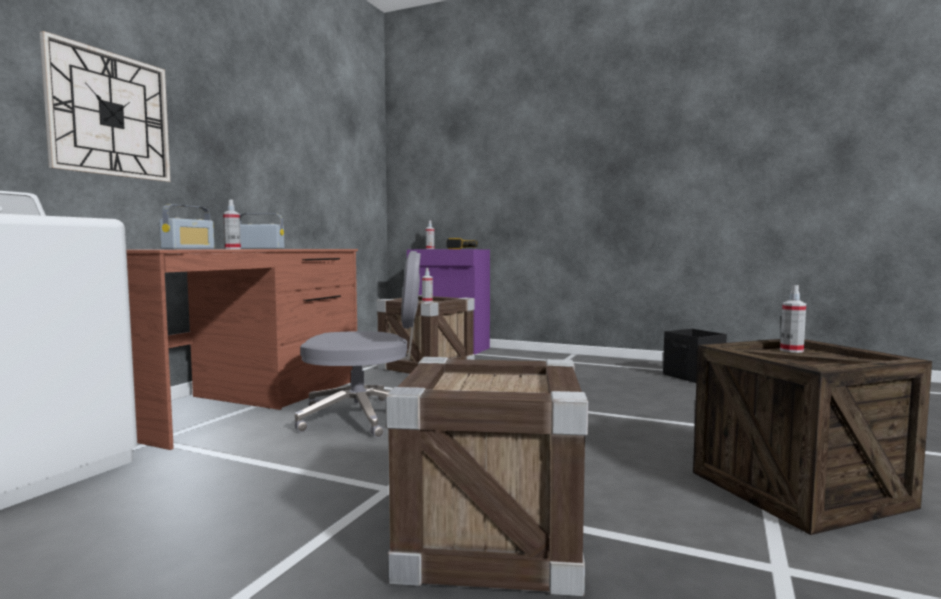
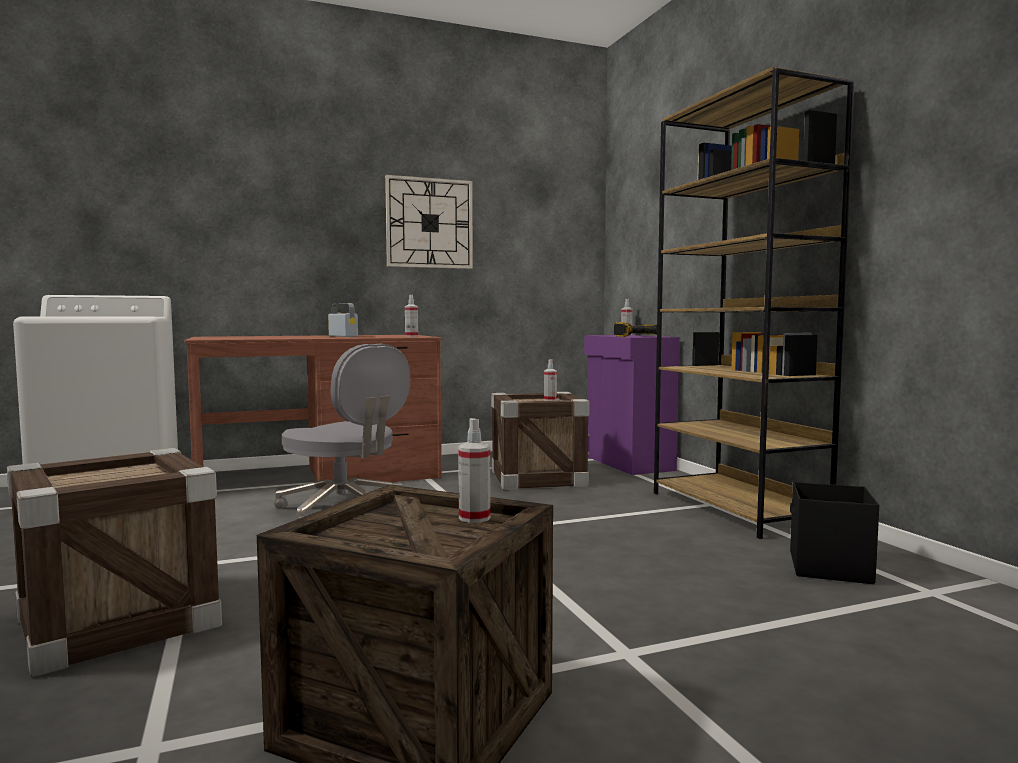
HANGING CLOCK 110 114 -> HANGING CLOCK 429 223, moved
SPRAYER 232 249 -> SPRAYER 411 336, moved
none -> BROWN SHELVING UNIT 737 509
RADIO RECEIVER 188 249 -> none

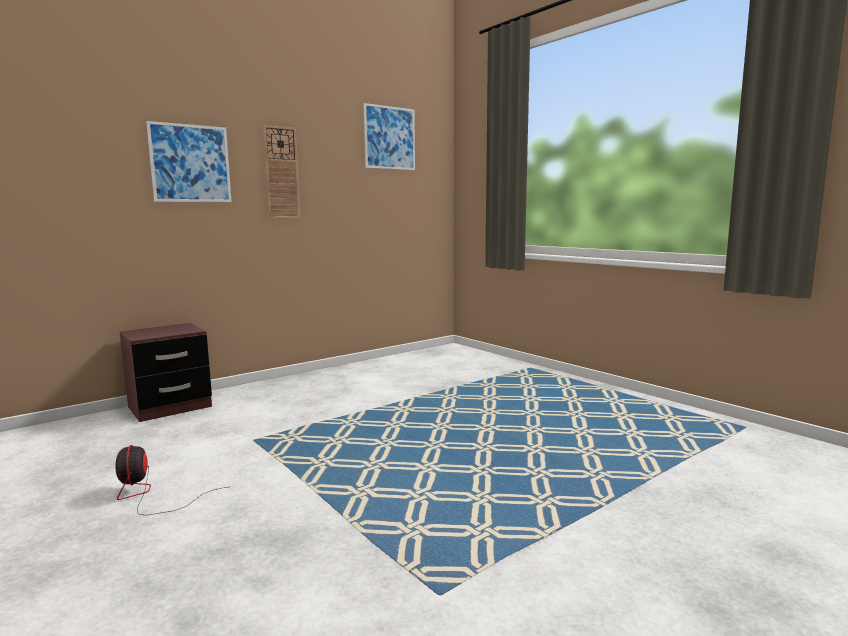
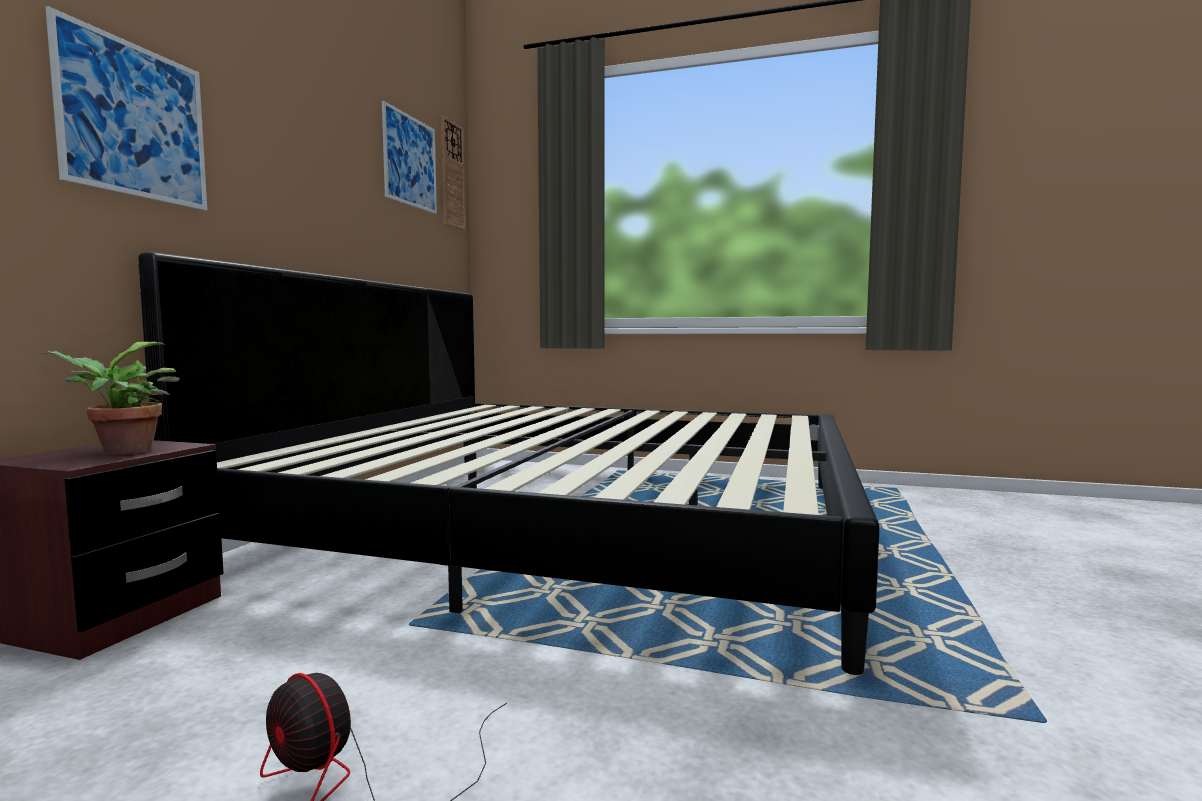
none -> POTTED PLANT 121 452
none -> BEDROOM BED 573 521
HANGING CLOCK 281 173 -> HANGING CLOCK 452 175, moved

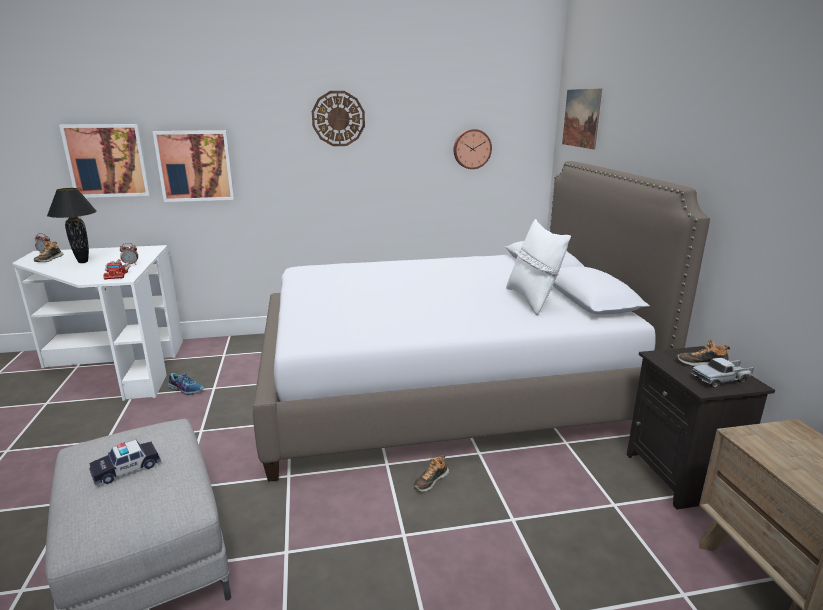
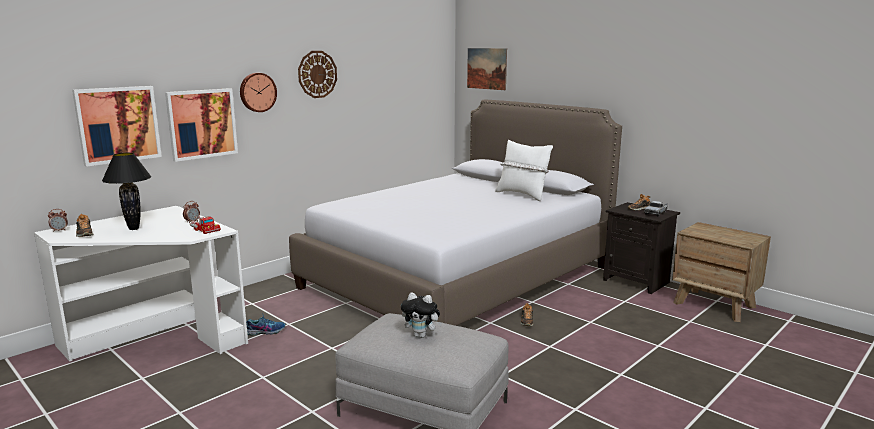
HANGING CLOCK 472 149 -> HANGING CLOCK 257 92, moved
MINIATURE CAR 126 468 -> CUDDLY TOY 421 335

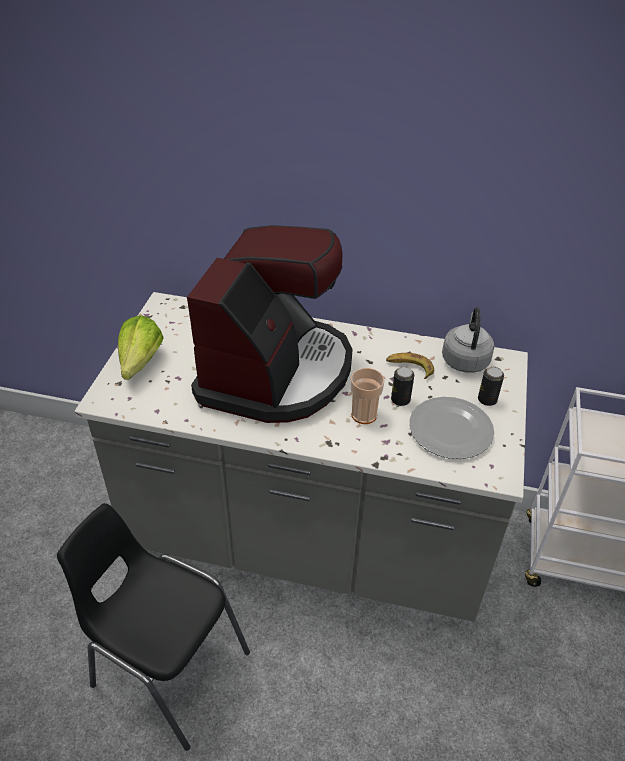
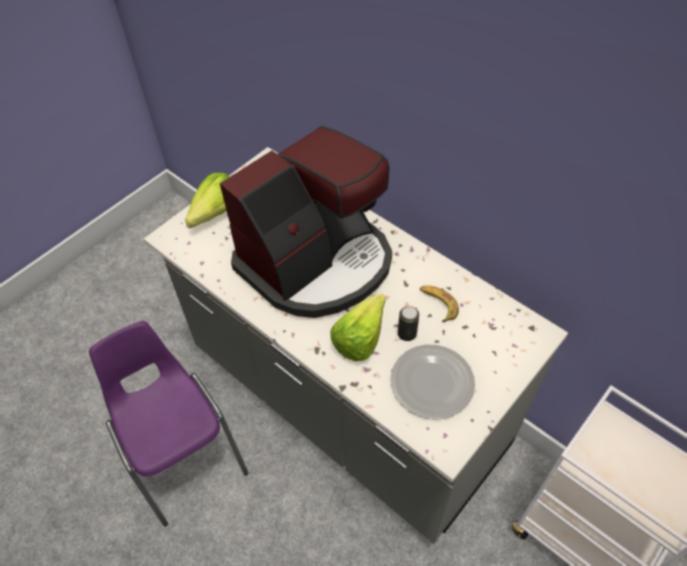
BLACK-COLOURED PLAIN CHAIR 167 667 -> PURPLE-COLOURED PLAIN CHAIR 184 456
SMALL CUP 364 415 -> HEAD OF LETTUCE 364 335
GREY WATER KETTLE 465 359 -> none
SEALED CAN 487 400 -> none

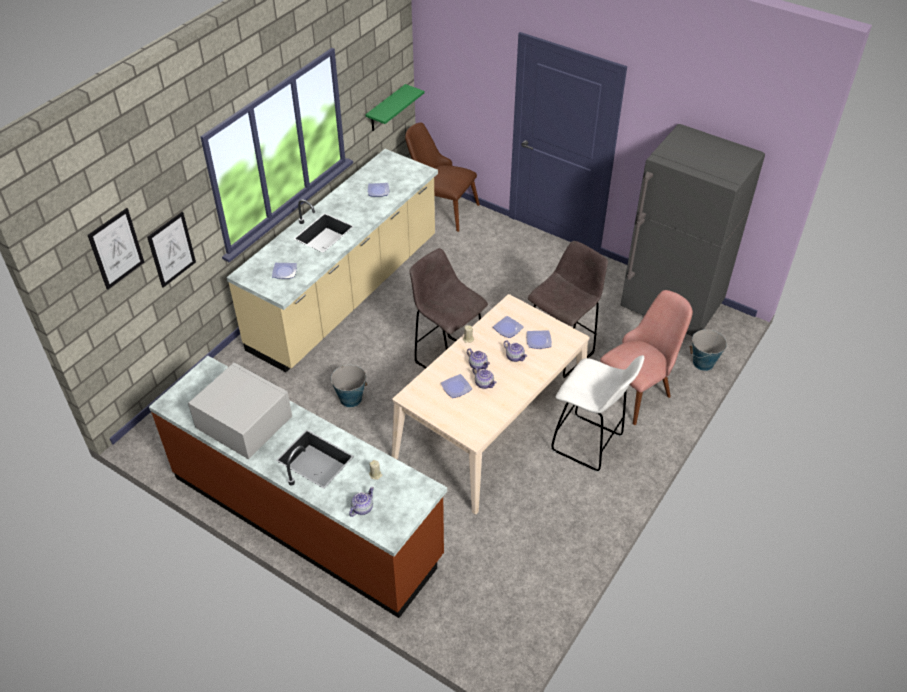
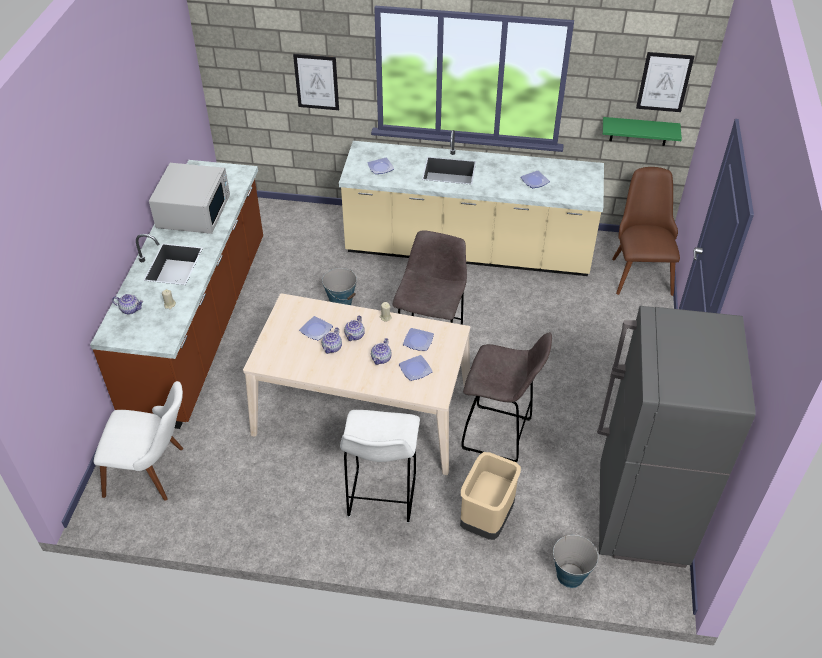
none -> WHITE-COLOURED PLAIN CHAIR 155 471
PINK-COLOURED PLAIN CHAIR 638 389 -> BEIGE TRASH CAN 487 520
PICTURE 116 248 -> PICTURE 664 82, moved

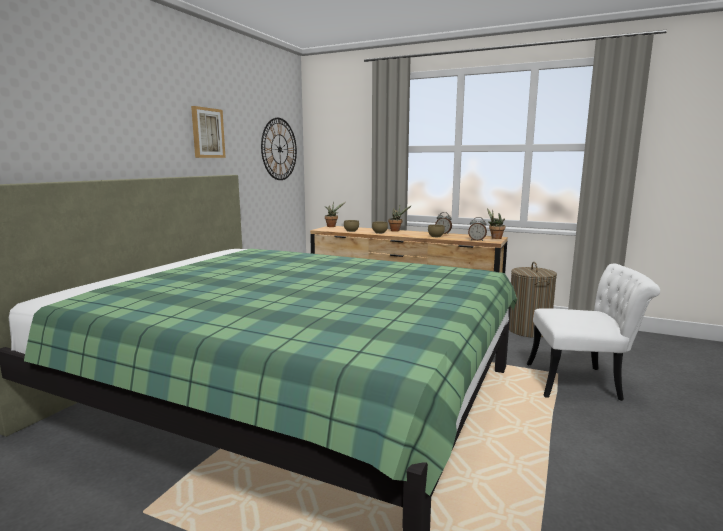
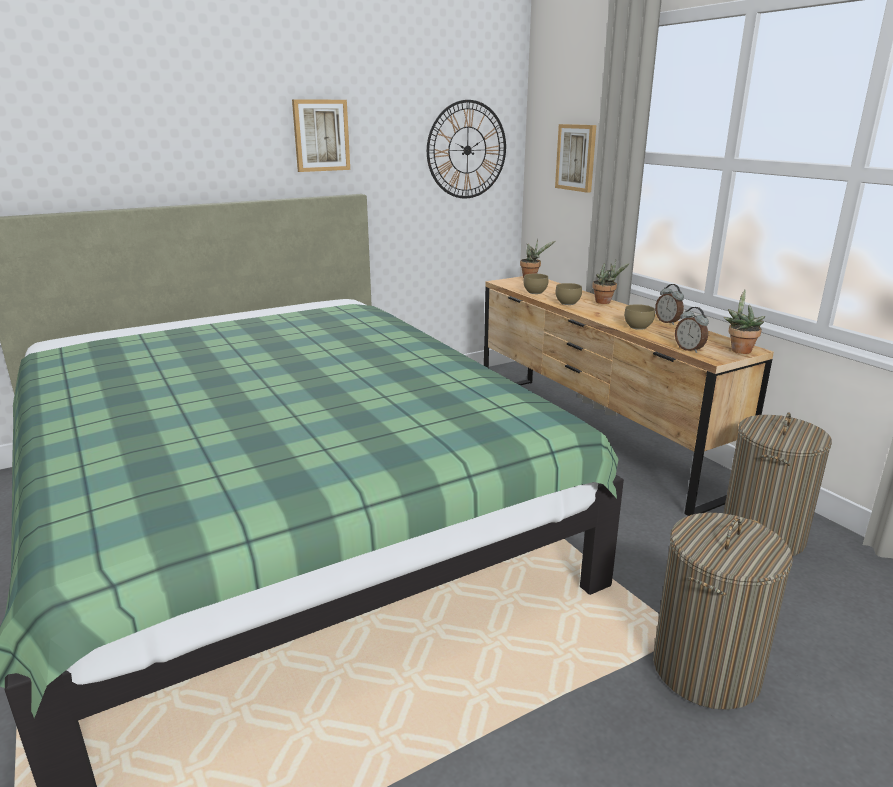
none -> PICTURE 576 157
WHITE-COLOURED PLAIN CHAIR 583 382 -> LAUNDRY BASKET 706 670

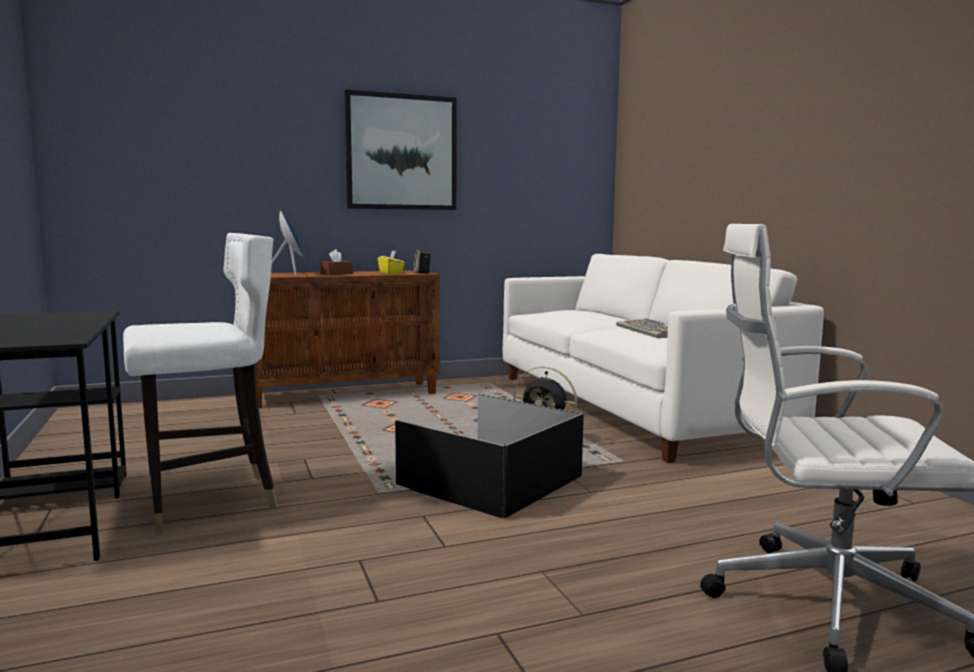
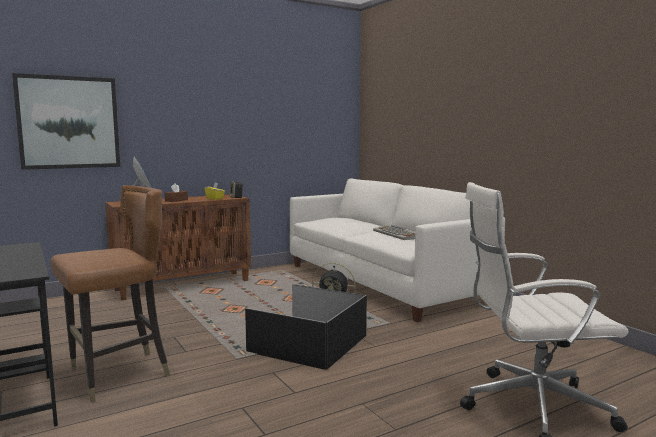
PICTURE 401 152 -> PICTURE 69 122, moved
WHITE-COLOURED PLAIN CHAIR 208 502 -> BROWN PLAIN CHAIR 118 375

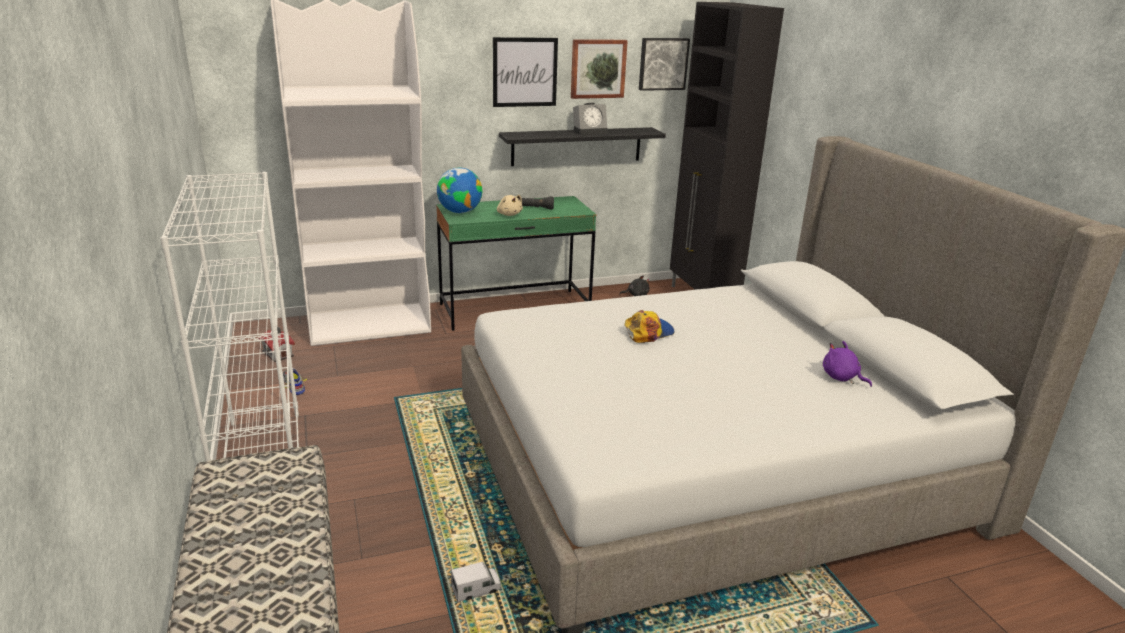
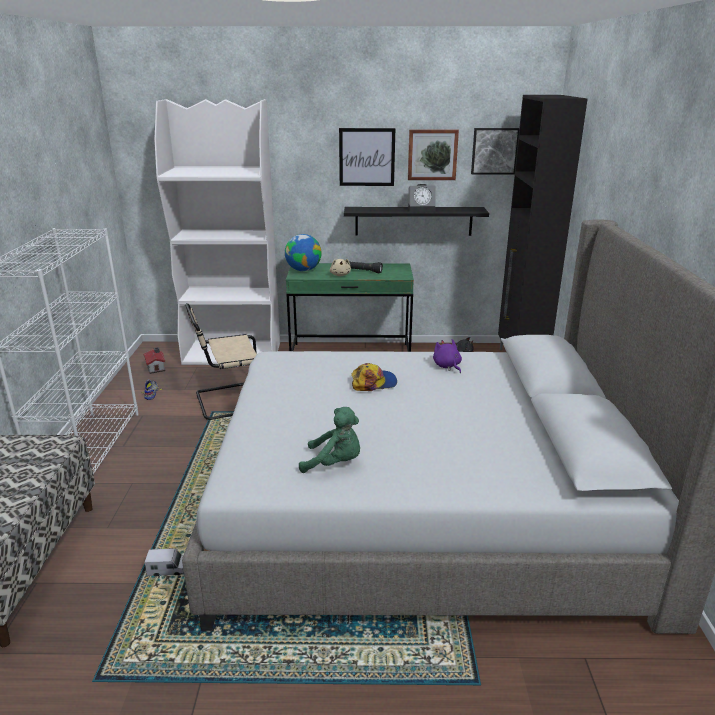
none -> BEIGE PLAIN CHAIR 229 401
none -> GREENISH CUDDLY TOY 335 463
PURPLE-COLOURED CUDDLY TOY 841 378 -> PURPLE-COLOURED CUDDLY TOY 447 366, moved

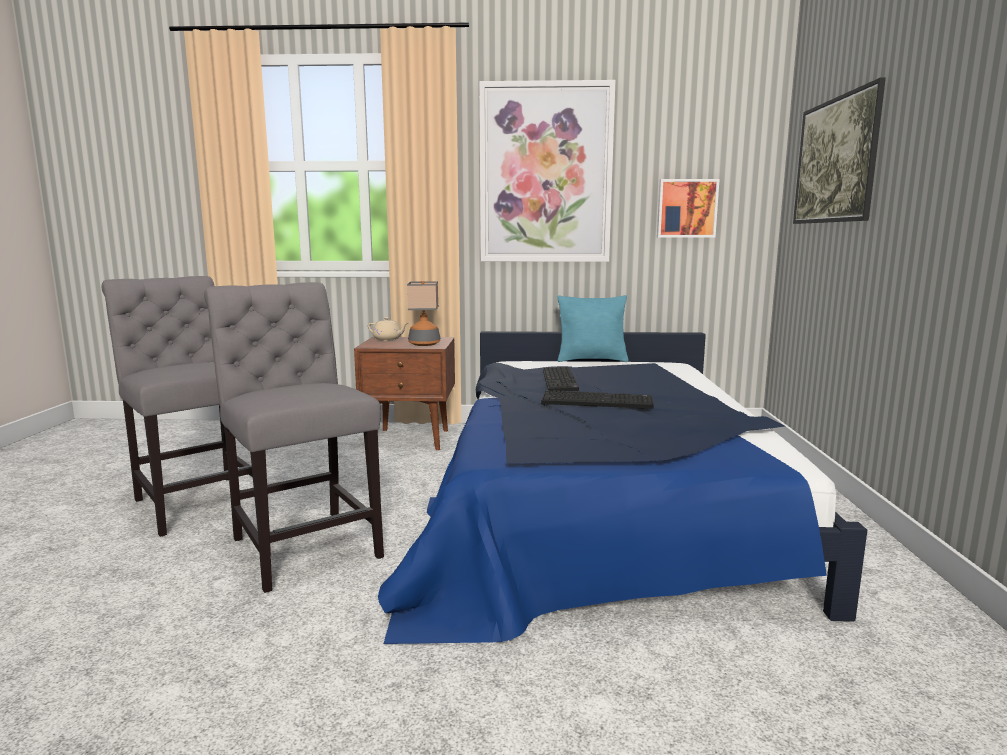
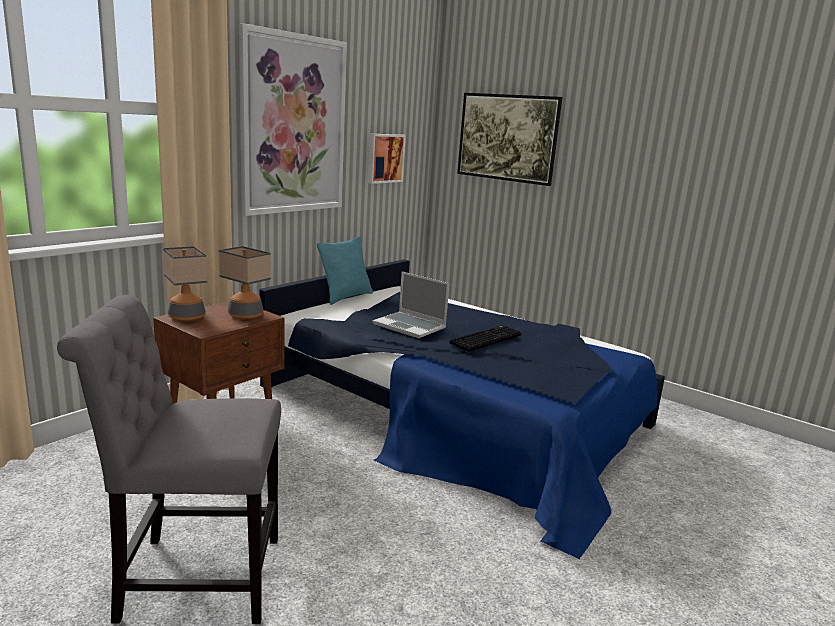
BEIGE POT FOR TEA 388 339 -> TABLETOP LAMP 187 317
PC KEYBOARD 561 381 -> LAPTOP 410 326
GREY PLAIN CHAIR 303 545 -> none

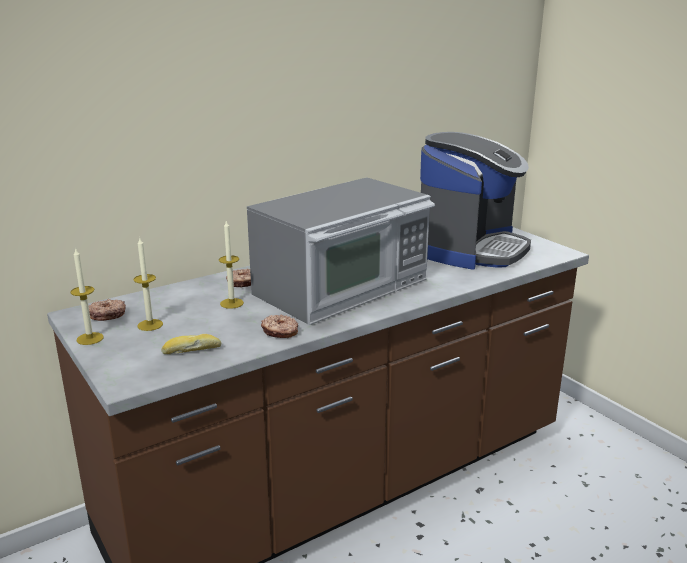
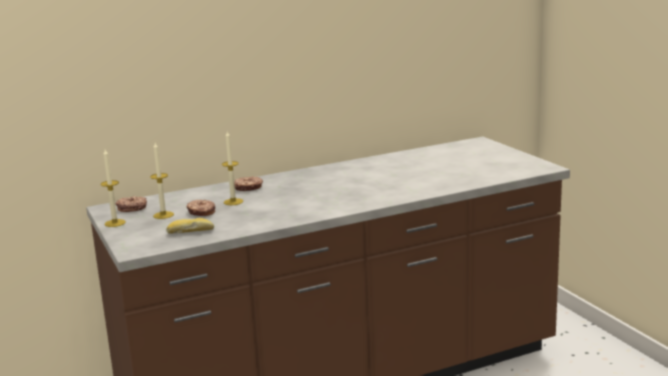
DOUGHNUT 280 332 -> DOUGHNUT 201 212, moved
MICROWAVE 343 287 -> none
COFFEE MACHINE 471 249 -> none

